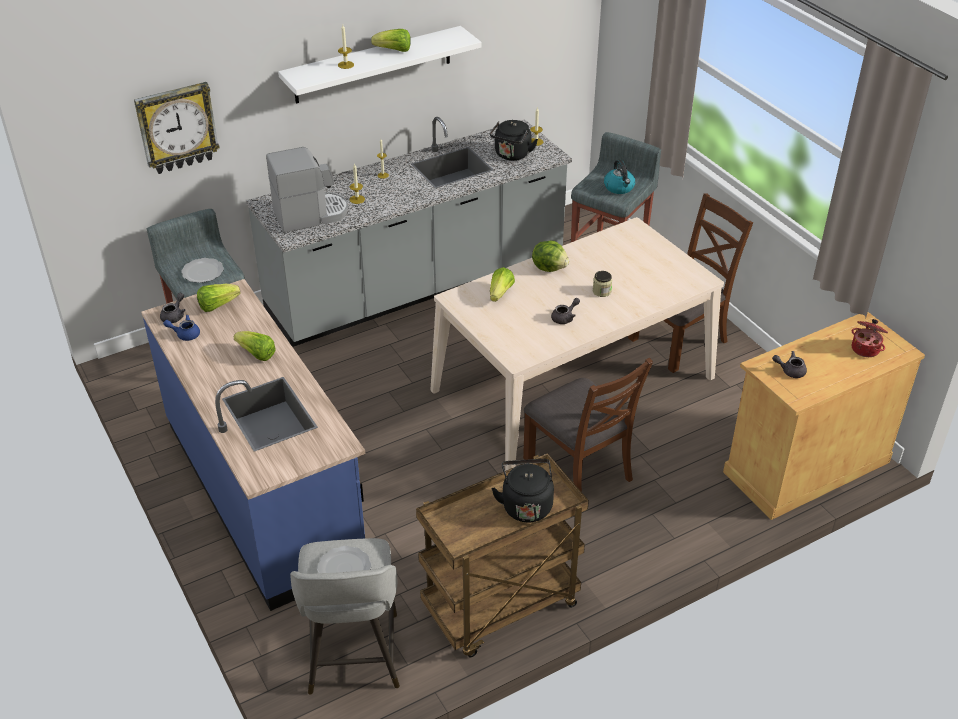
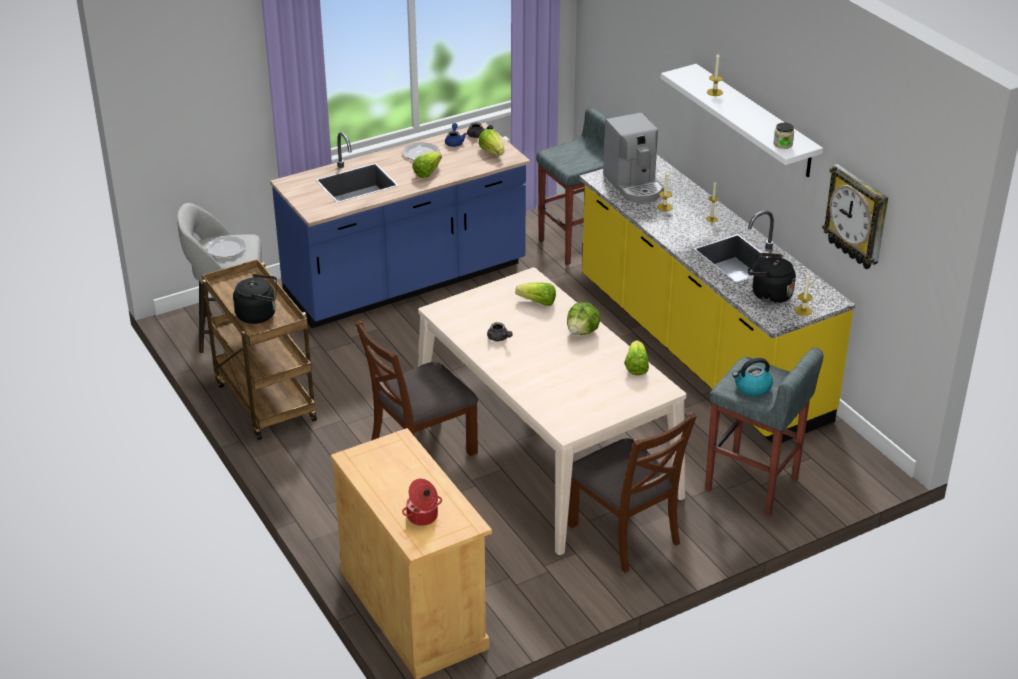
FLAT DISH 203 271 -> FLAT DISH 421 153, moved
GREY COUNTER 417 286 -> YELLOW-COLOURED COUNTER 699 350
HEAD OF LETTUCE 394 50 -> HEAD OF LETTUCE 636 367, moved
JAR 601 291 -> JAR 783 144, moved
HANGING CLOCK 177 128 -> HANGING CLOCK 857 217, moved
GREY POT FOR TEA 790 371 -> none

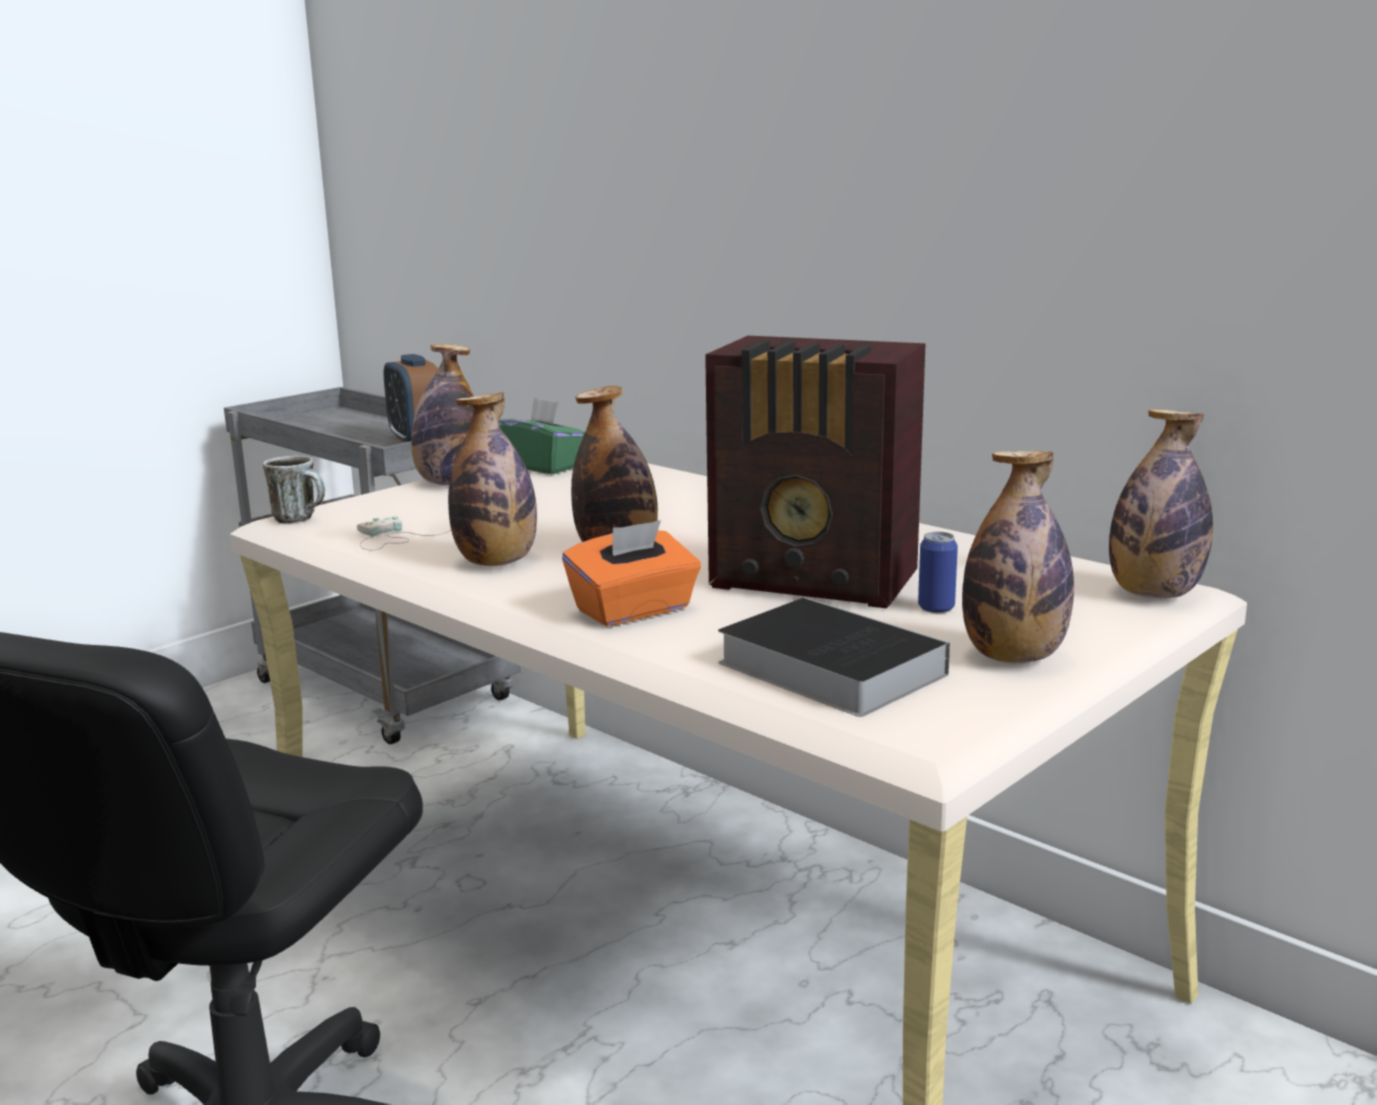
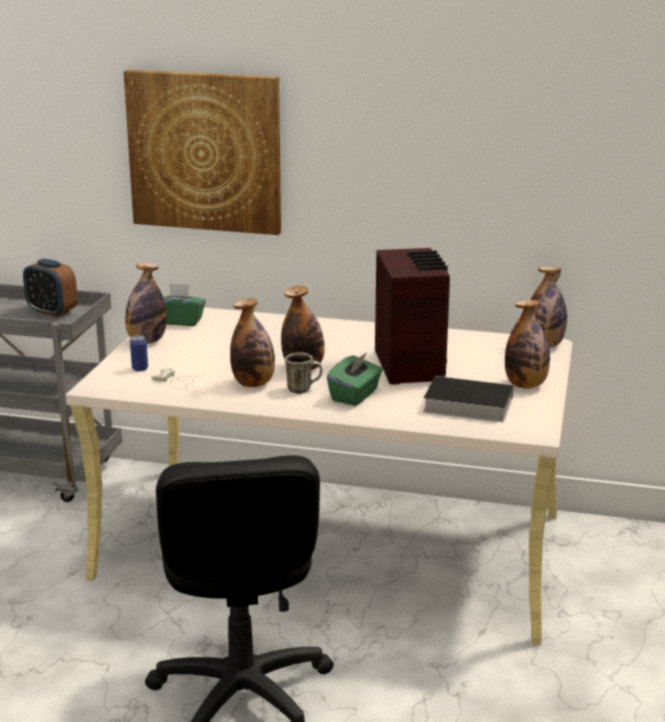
none -> PICTURE 205 151
SEALED CAN 936 608 -> SEALED CAN 140 368, moved
TEA MUG 301 519 -> TEA MUG 303 389, moved
ORANGEY BOX OF TISSUES 634 610 -> GREENISH BOX OF TISSUES 355 395
RADIO RECEIVER 817 581 -> RADIO RECEIVER 410 365, 90 degrees counterclockwise

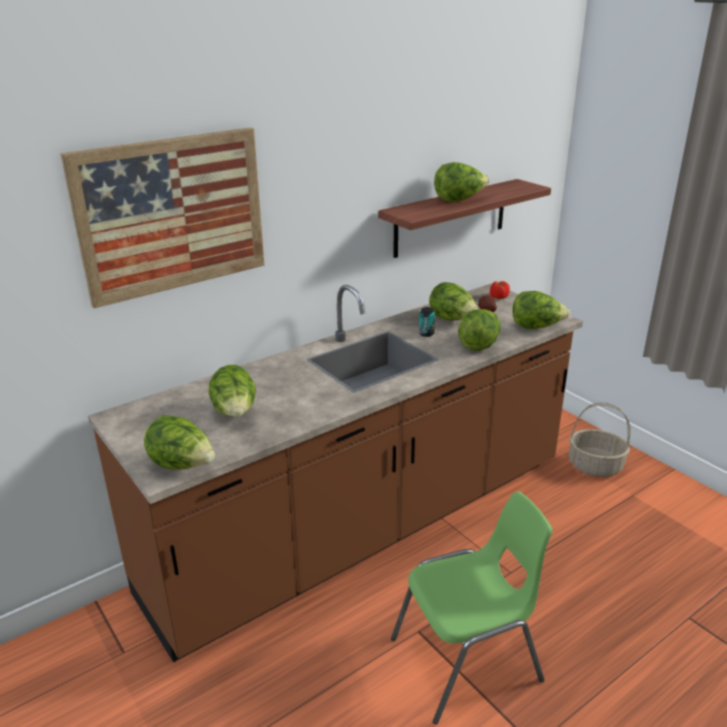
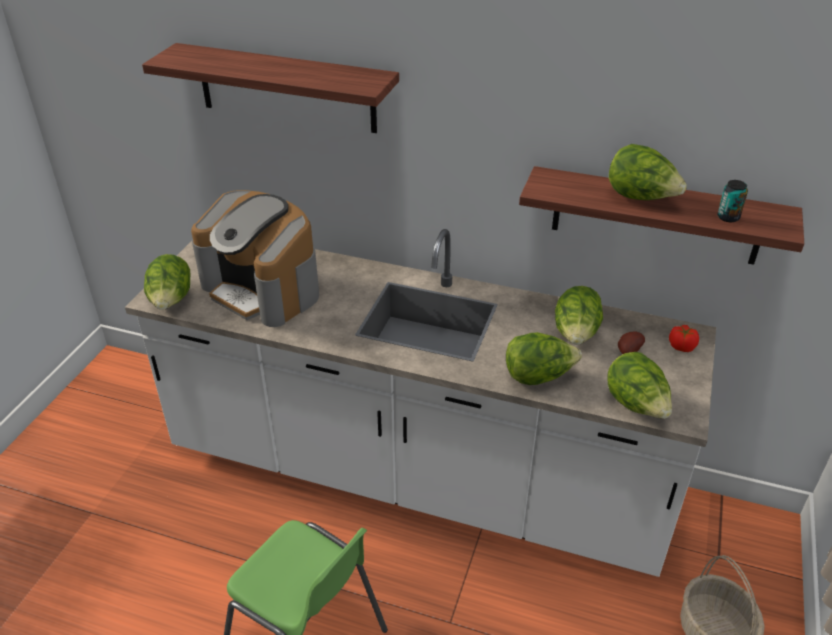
BROWN COUNTER 364 528 -> WHITE-COLOURED COUNTER 416 477
PICTURE 172 215 -> BRACKET SHELF 286 88
HEAD OF LETTUCE 235 413 -> COFFEE MACHINE 263 289
SEALED CAN 426 333 -> SEALED CAN 728 217, moved

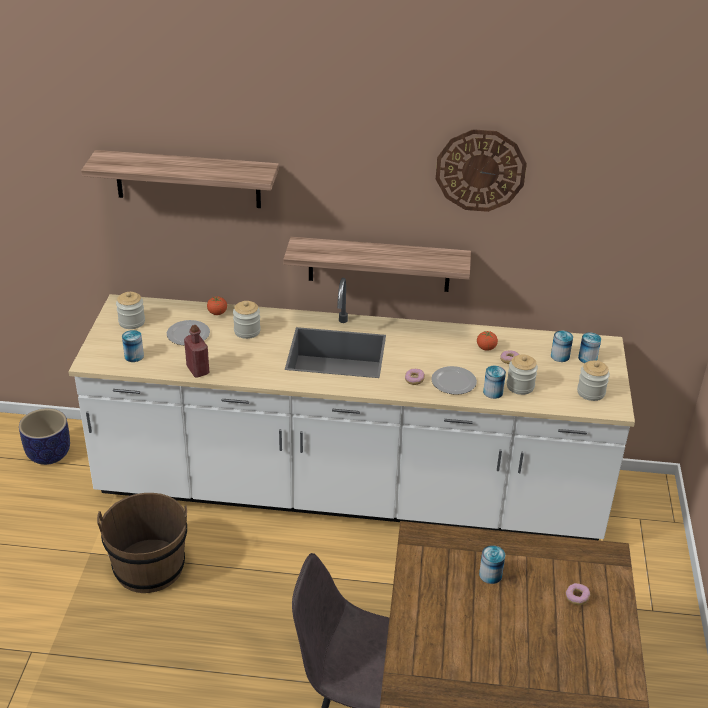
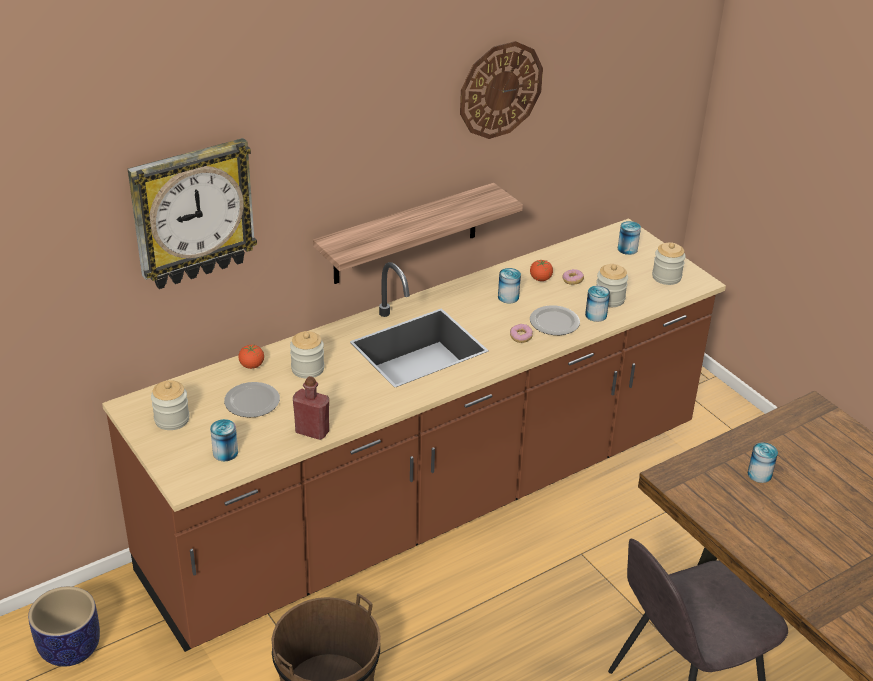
WHITE-COLOURED COUNTER 350 490 -> BROWN COUNTER 431 501
BRACKET SHELF 188 179 -> HANGING CLOCK 192 213
SEALED CAN 560 356 -> SEALED CAN 508 297, moved
DOUGHNUT 577 598 -> none

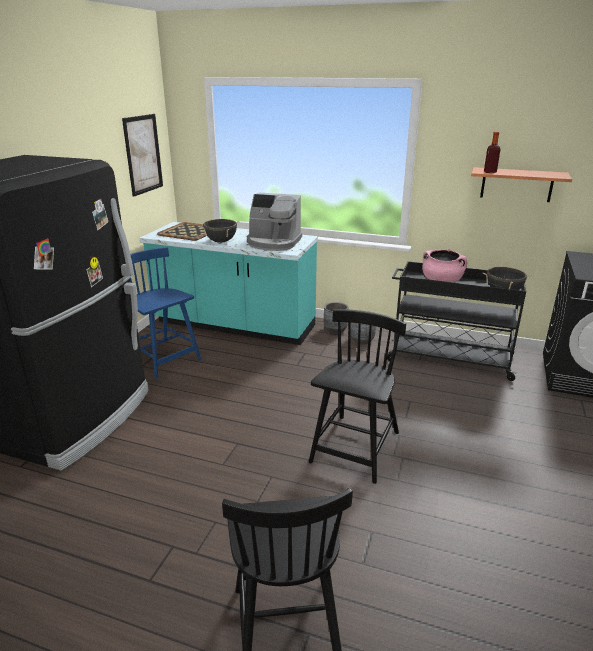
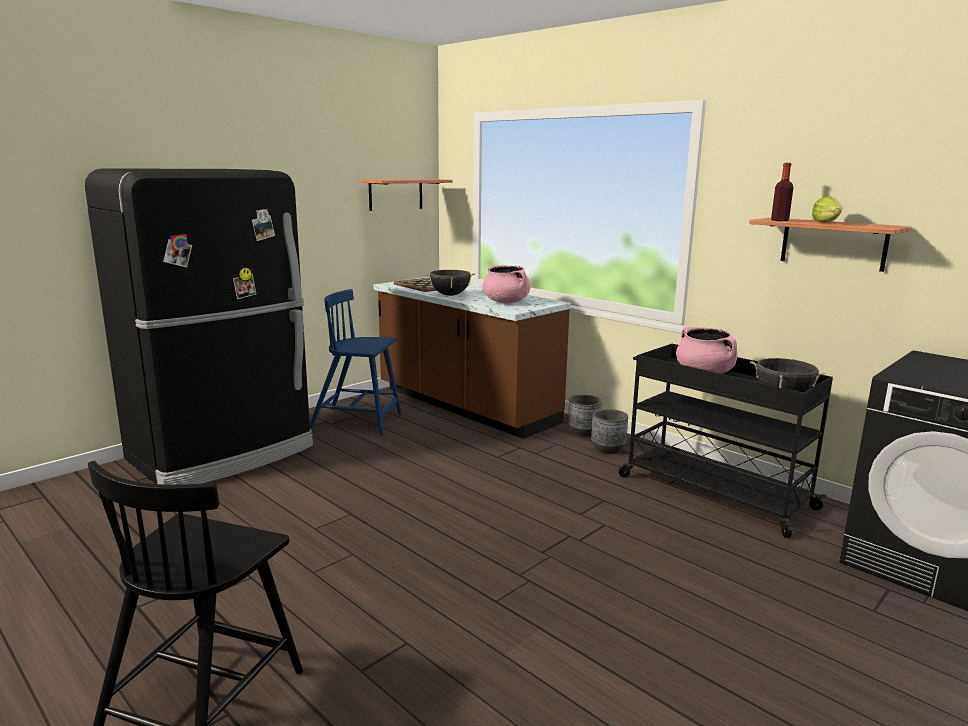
BLUE-COLOURED PLAIN CHAIR 162 358 -> BLUE-COLOURED PLAIN CHAIR 358 421, 60 degrees counterclockwise
PICTURE 143 154 -> BRACKET SHELF 396 194
TURQUOISE COUNTER 234 325 -> BROWN COUNTER 465 406
COFFEE MACHINE 273 243 -> PINK-COLOURED SAUCEPOT 506 302
none -> HEAD OF LETTUCE 827 223
BLACK-COLOURED PLAIN CHAIR 355 448 -> none

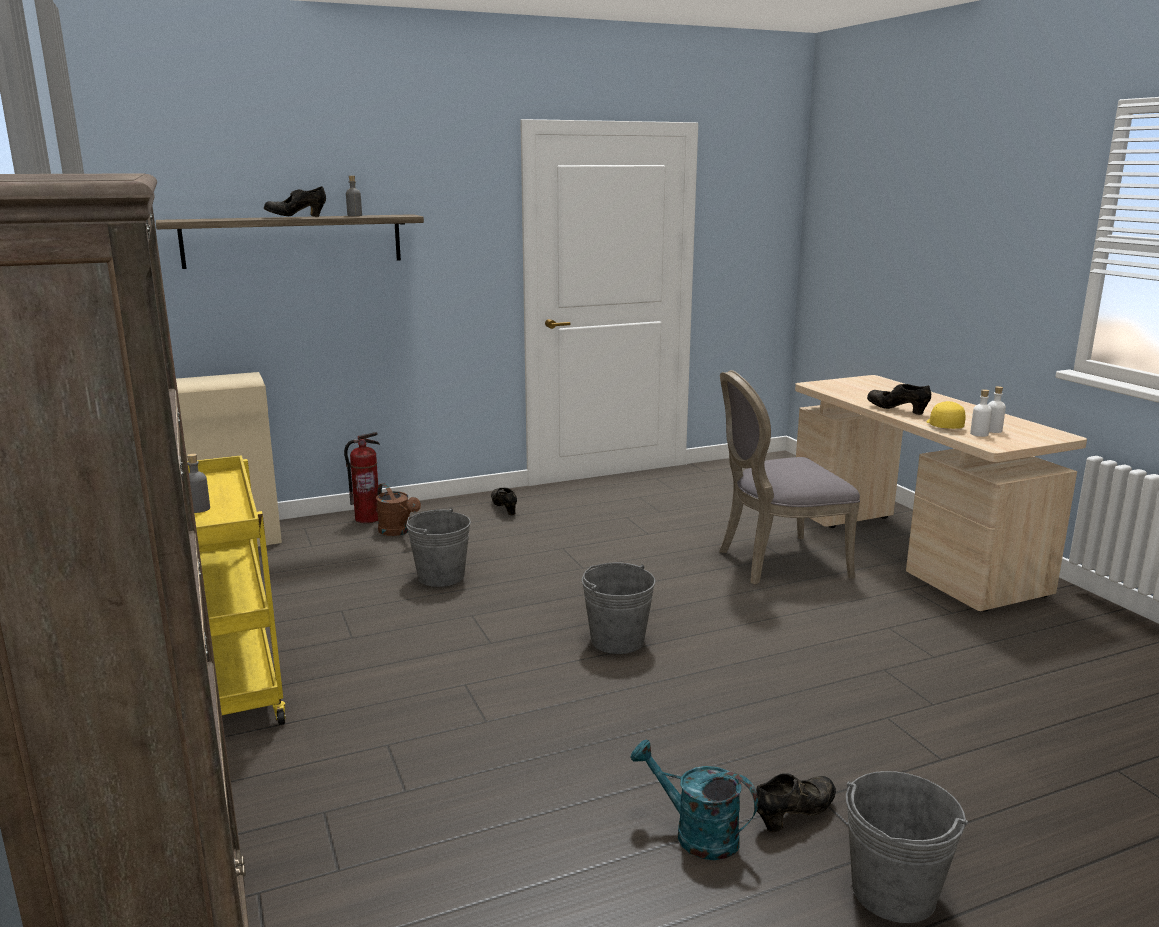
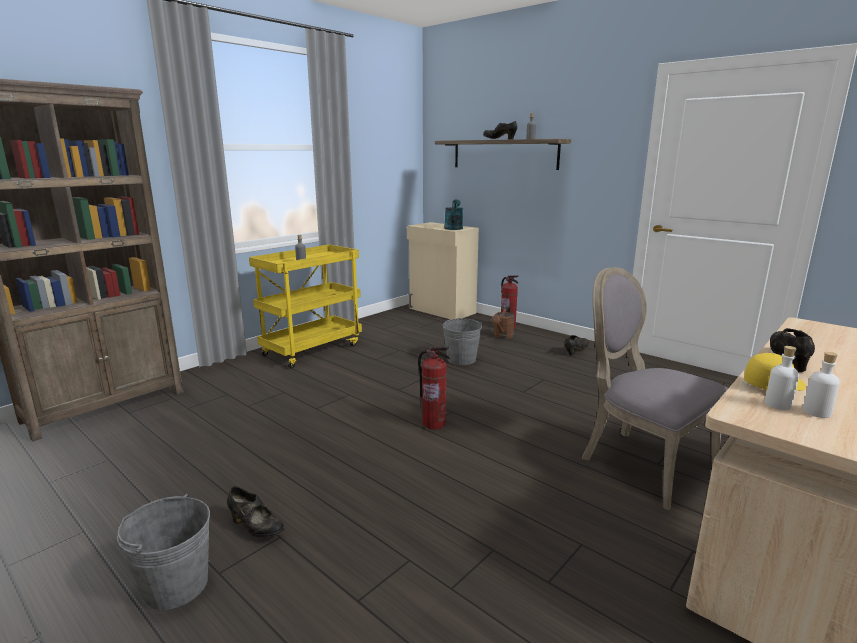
GREY WATER BUCKET 617 640 -> FIRE EXTINGUISHER 434 423
TURQUOISE SPRINKLING CAN 695 834 -> TURQUOISE SPRINKLING CAN 453 228, moved

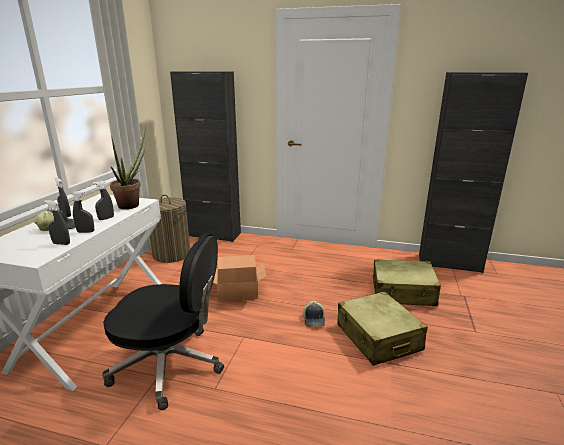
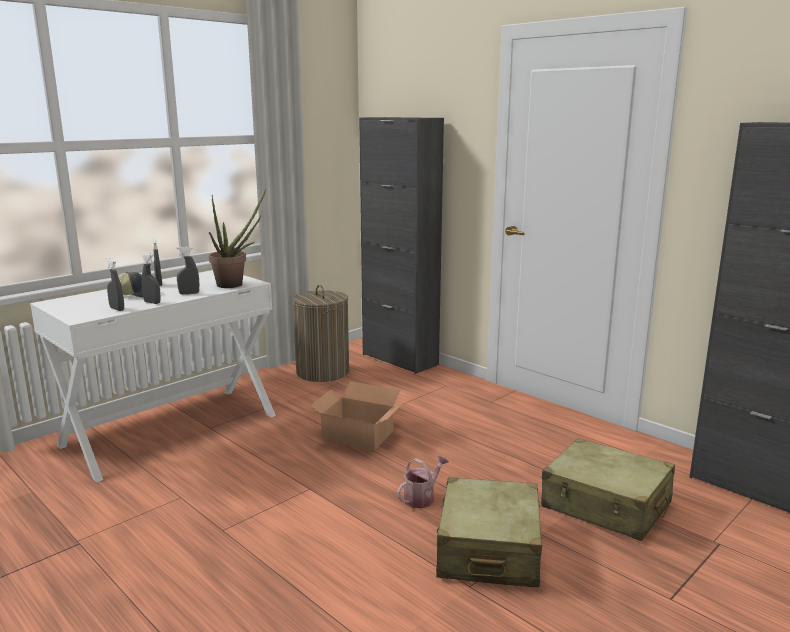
PEAKED CAP 314 319 -> SPRINKLING CAN 422 497
BLACK-COLOURED OFFICE CHAIR 170 365 -> none

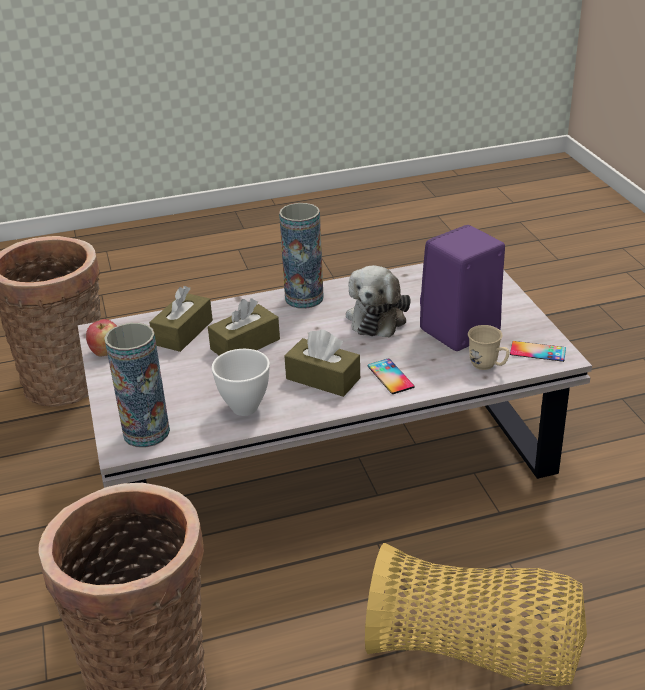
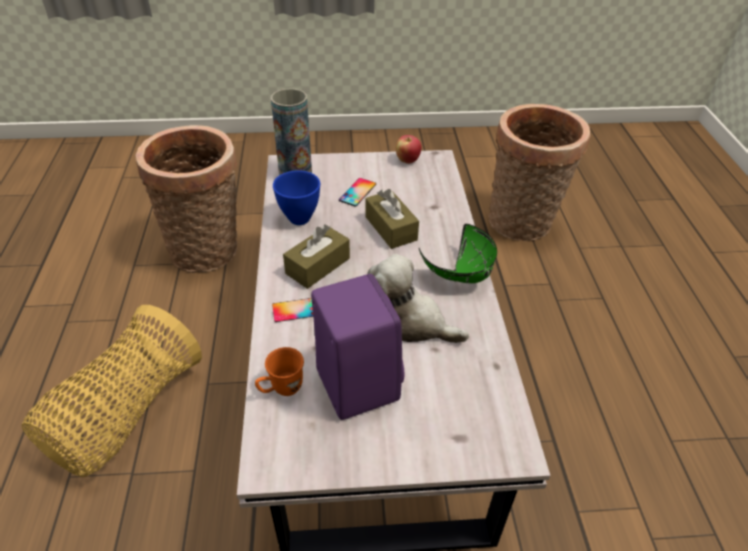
BEIGE TEA MUG 488 366 -> ORANGEY TEA MUG 281 389
WHITE-COLOURED DEEP DISH 246 408 -> BLUE-COLOURED DEEP DISH 299 219
TELEPHONE 537 352 -> TELEPHONE 357 192, moved
VASE 304 298 -> GREENISH DEEP DISH 461 275
BROWN BOX OF TISSUES 183 332 -> none

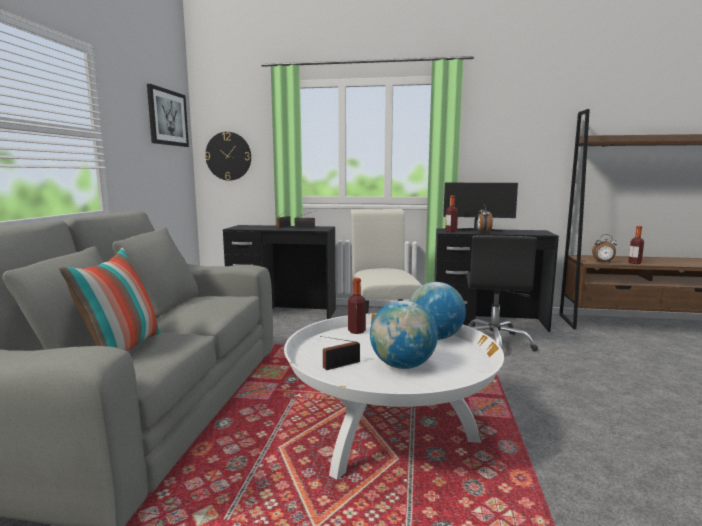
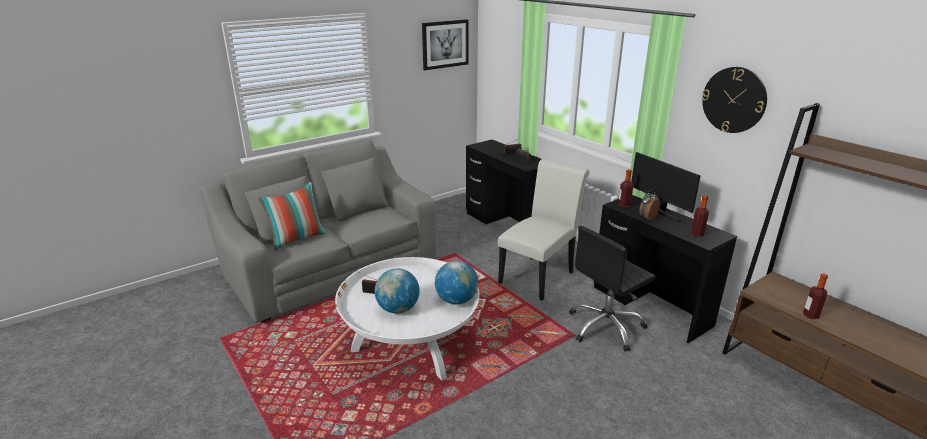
BEVERAGE BOTTLE 356 331 -> BEVERAGE BOTTLE 697 234, moved
HANGING CLOCK 228 156 -> HANGING CLOCK 734 100, moved
BEDSIDE CLOCK 603 262 -> none

